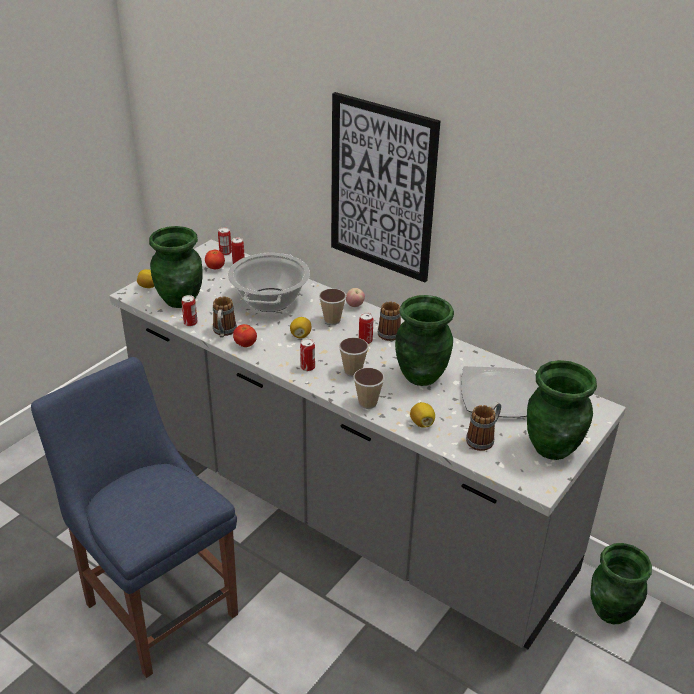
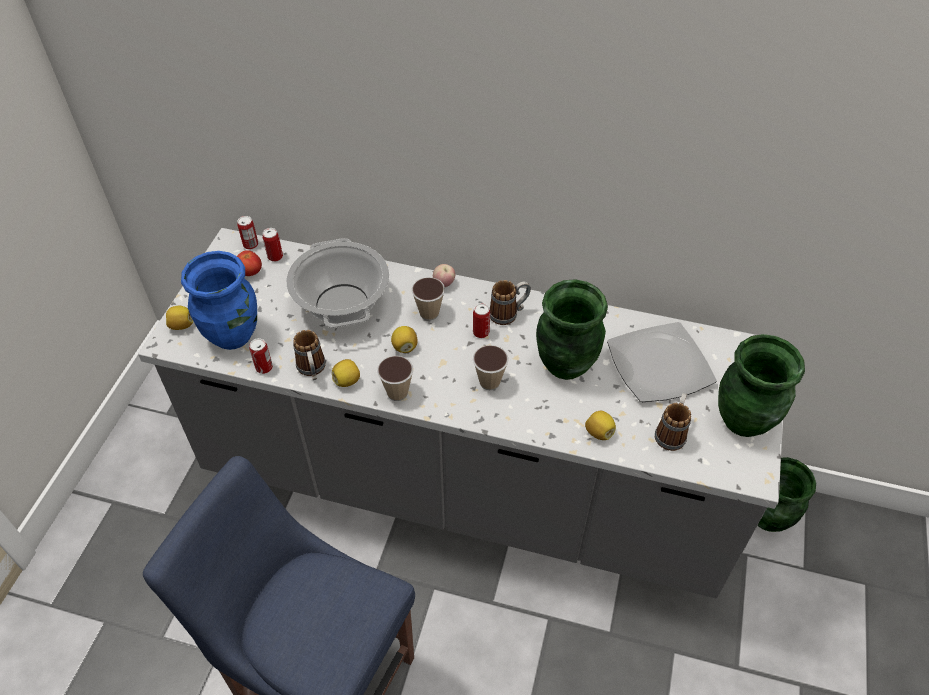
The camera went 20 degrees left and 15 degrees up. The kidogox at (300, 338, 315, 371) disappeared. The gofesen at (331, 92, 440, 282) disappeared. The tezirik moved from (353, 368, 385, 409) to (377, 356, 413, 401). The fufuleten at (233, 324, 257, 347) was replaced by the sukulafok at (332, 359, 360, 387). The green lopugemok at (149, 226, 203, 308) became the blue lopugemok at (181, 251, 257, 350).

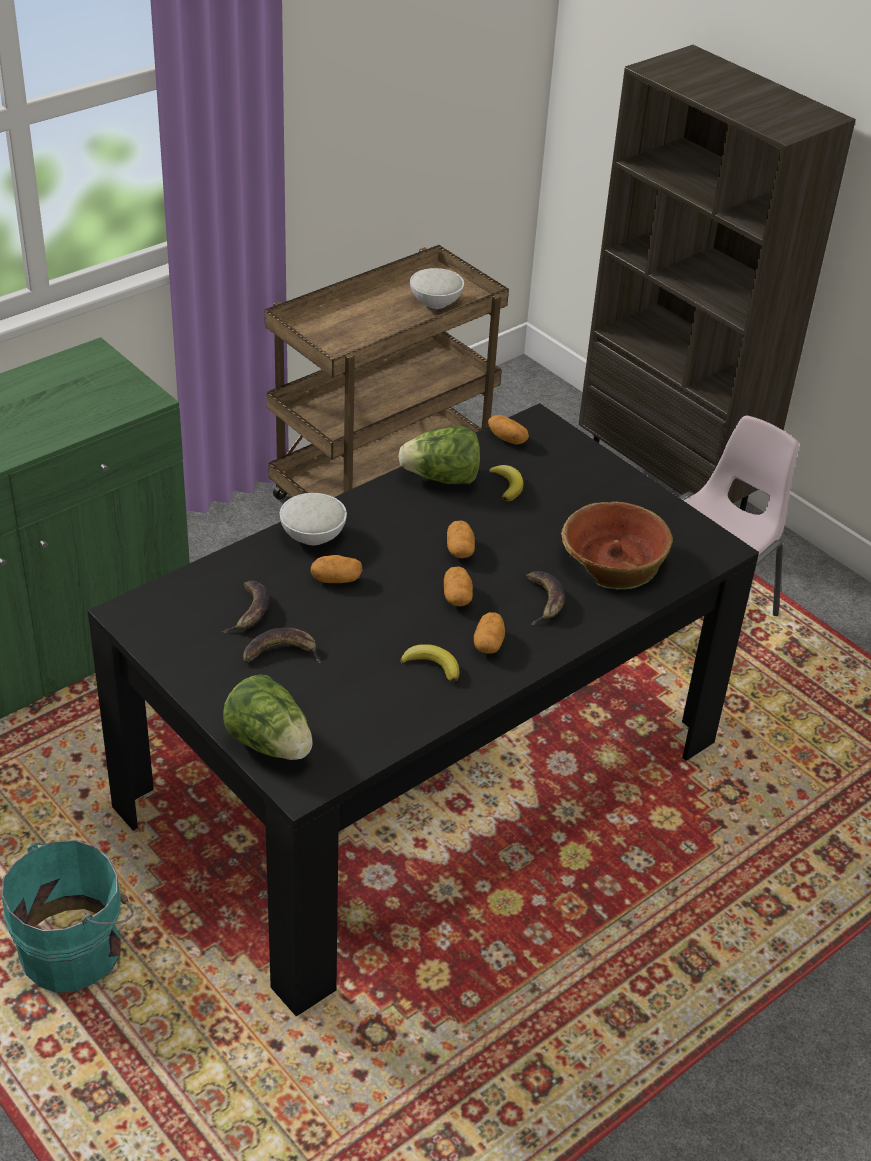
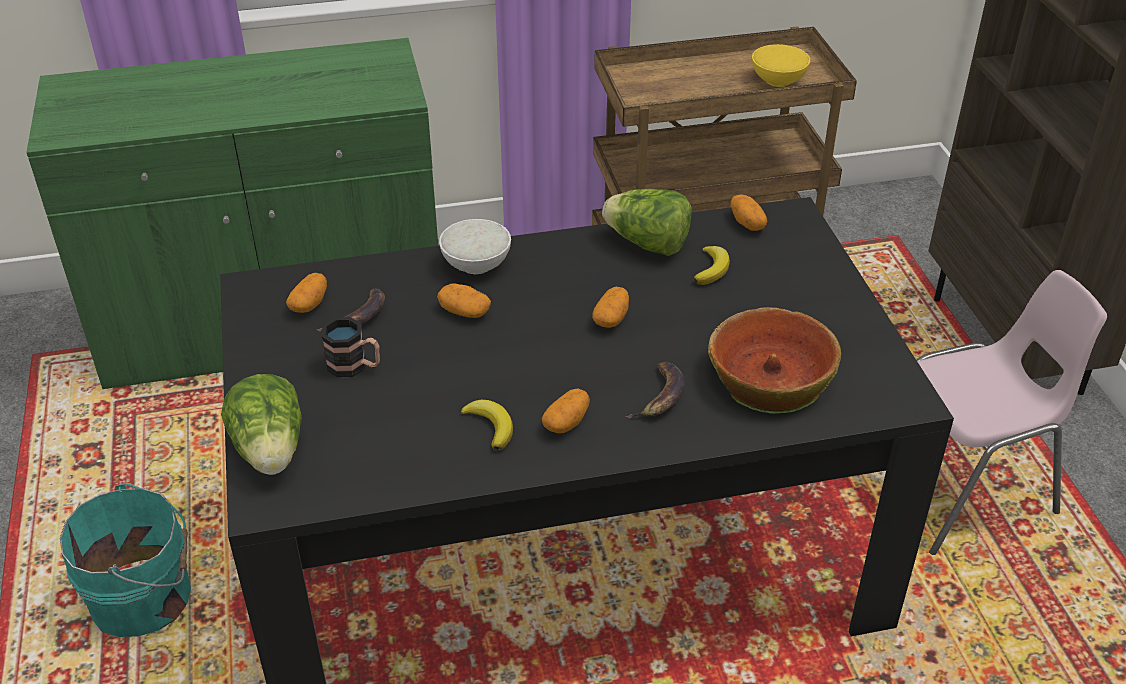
The camera went 30 degrees right and 0 degrees up. The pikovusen moved from (444, 566, 473, 606) to (286, 273, 327, 313). The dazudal at (243, 628, 321, 663) was replaced by the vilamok at (321, 317, 380, 377). The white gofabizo at (410, 268, 464, 309) became the yellow gofabizo at (752, 44, 810, 87).

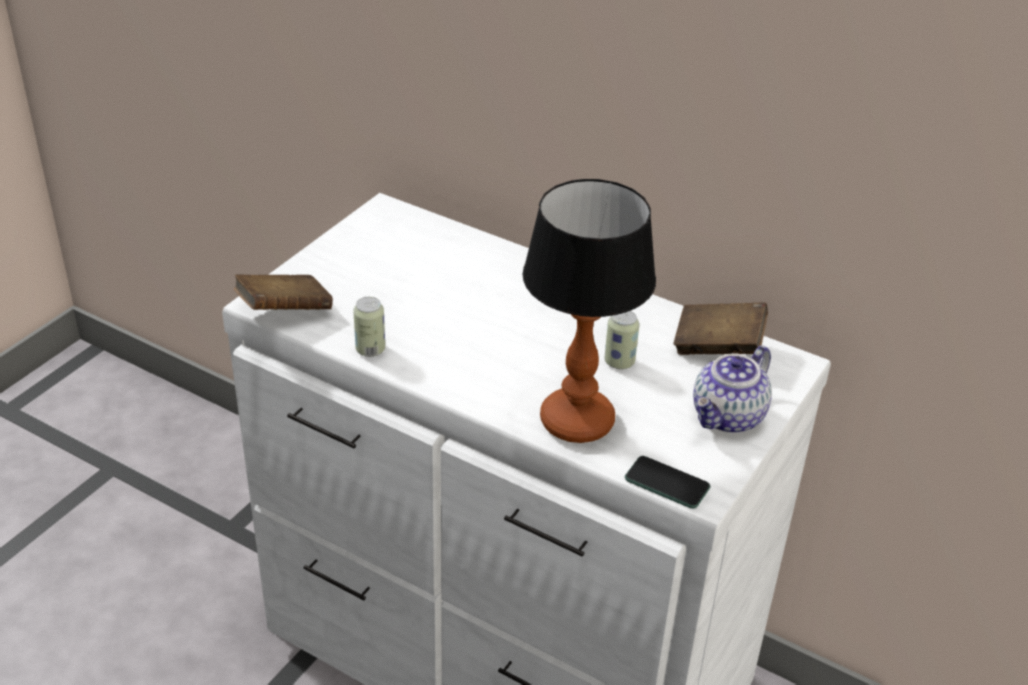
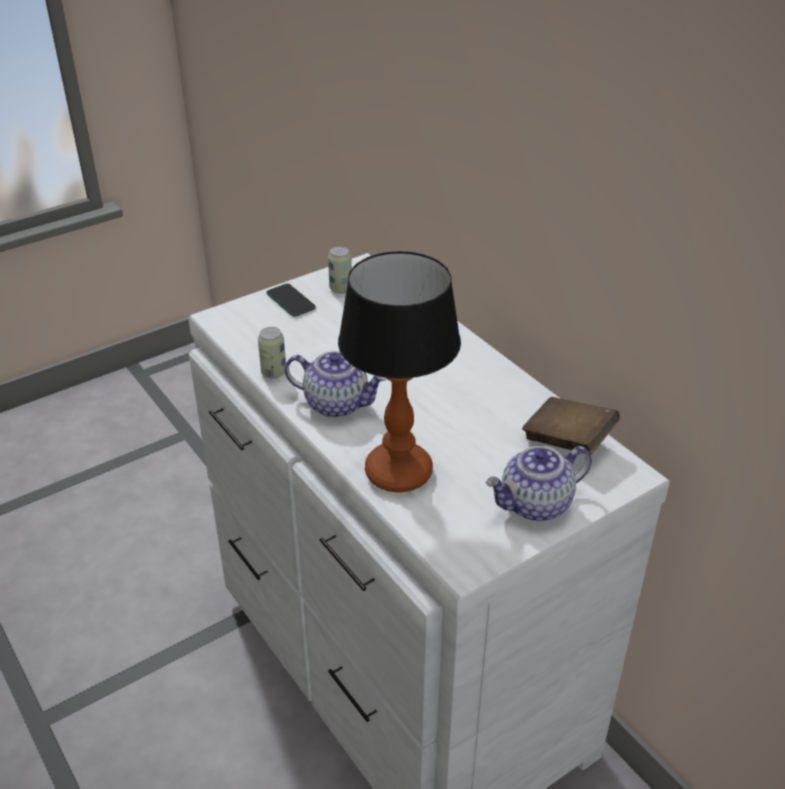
The camera went 25 degrees right and 0 degrees up. The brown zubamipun at (233, 275, 333, 310) disappeared. The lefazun at (285, 351, 386, 418) appeared. The kidogox moved from (604, 311, 639, 369) to (328, 246, 352, 293). The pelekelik moved from (625, 456, 710, 509) to (266, 284, 316, 317).

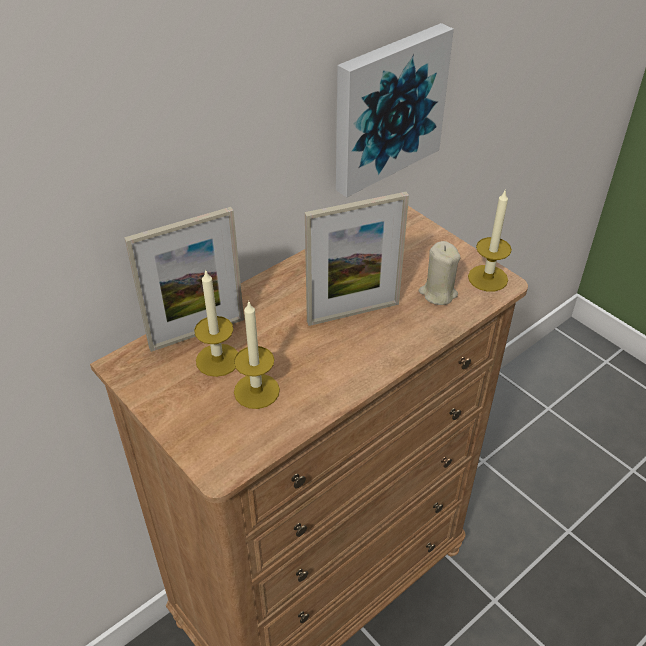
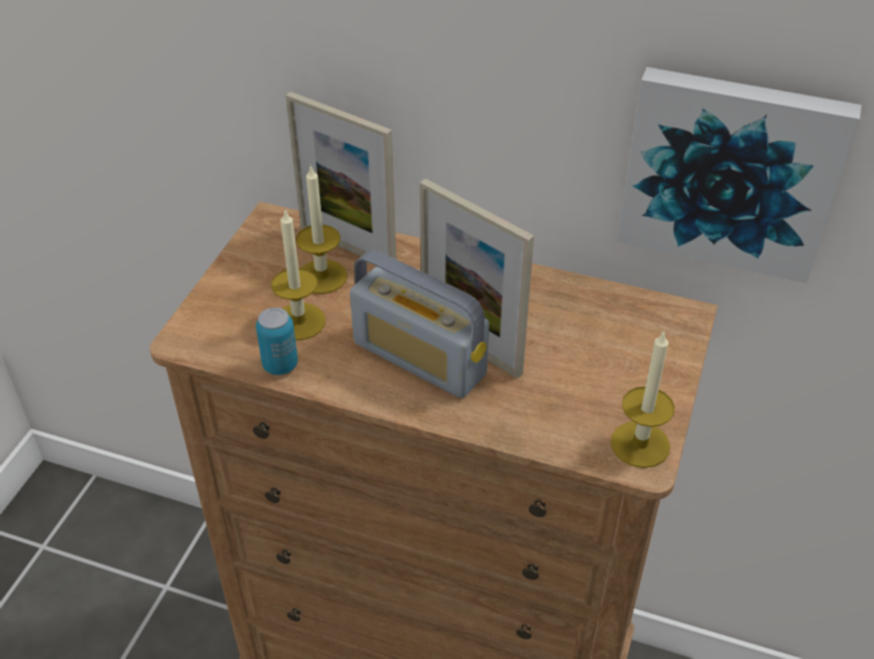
The camera went 60 degrees right and 0 degrees up. The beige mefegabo at (419, 241, 461, 305) disappeared. The kidogox at (256, 307, 298, 375) appeared. The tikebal at (350, 250, 489, 398) appeared.

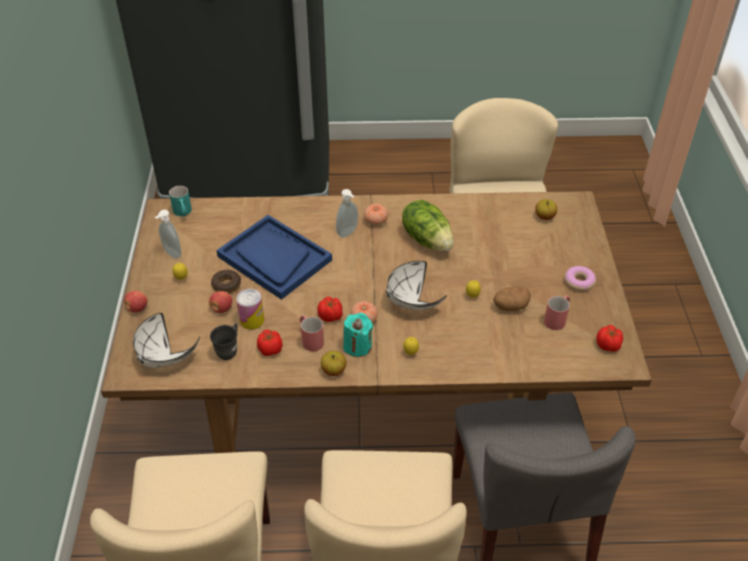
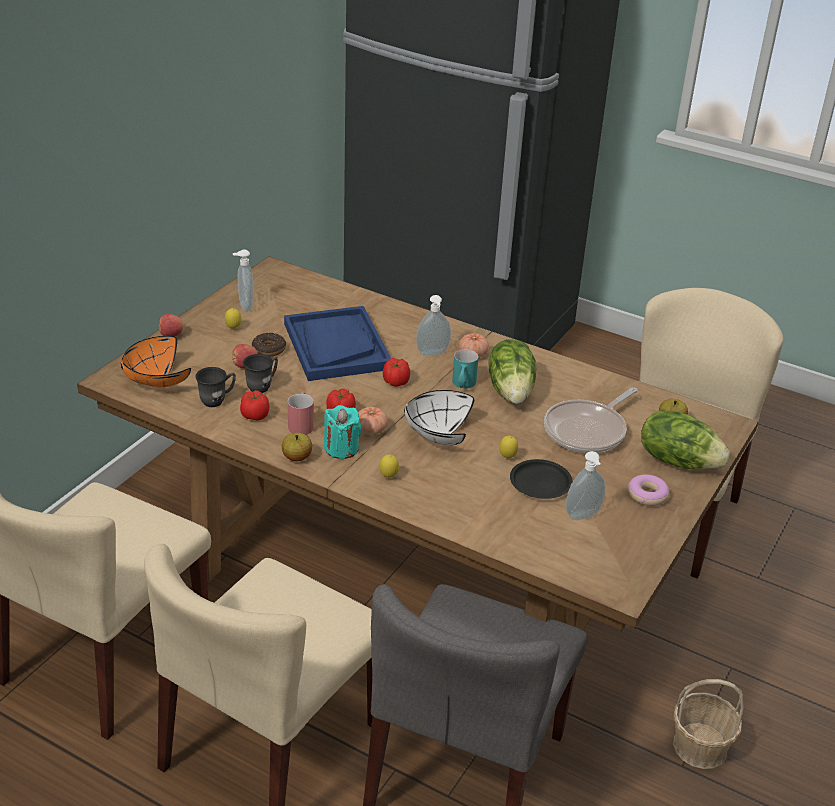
The camera went 30 degrees right and 10 degrees down. The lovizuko at (544, 387, 638, 453) appeared. The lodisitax at (641, 410, 730, 469) appeared. The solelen at (673, 679, 744, 769) appeared. The turquoise vilamok moved from (169, 186, 192, 216) to (452, 349, 479, 388). The fufuleten moved from (596, 325, 623, 352) to (383, 358, 410, 387). The kidogox at (236, 289, 265, 330) was replaced by the grey vilamok at (243, 354, 278, 393). The pikovusen at (493, 287, 530, 311) was replaced by the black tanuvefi at (510, 459, 573, 499). The red vilamok at (544, 295, 570, 330) was replaced by the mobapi at (566, 451, 606, 520). The white gofabizo at (133, 313, 200, 368) became the orange gofabizo at (120, 336, 191, 387).

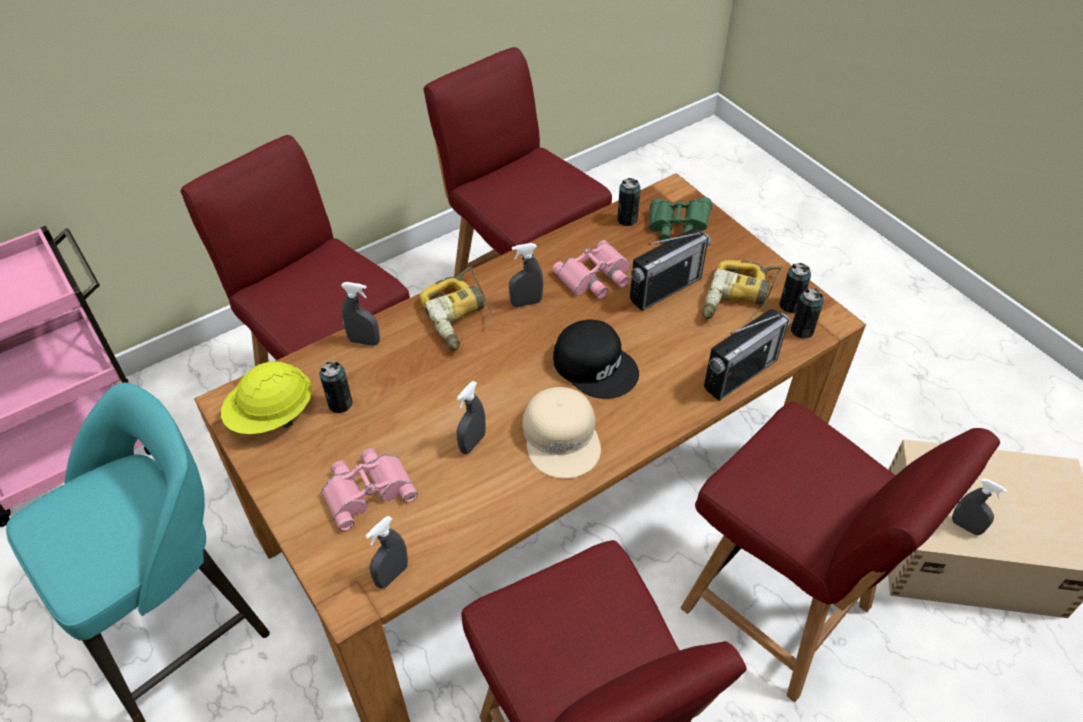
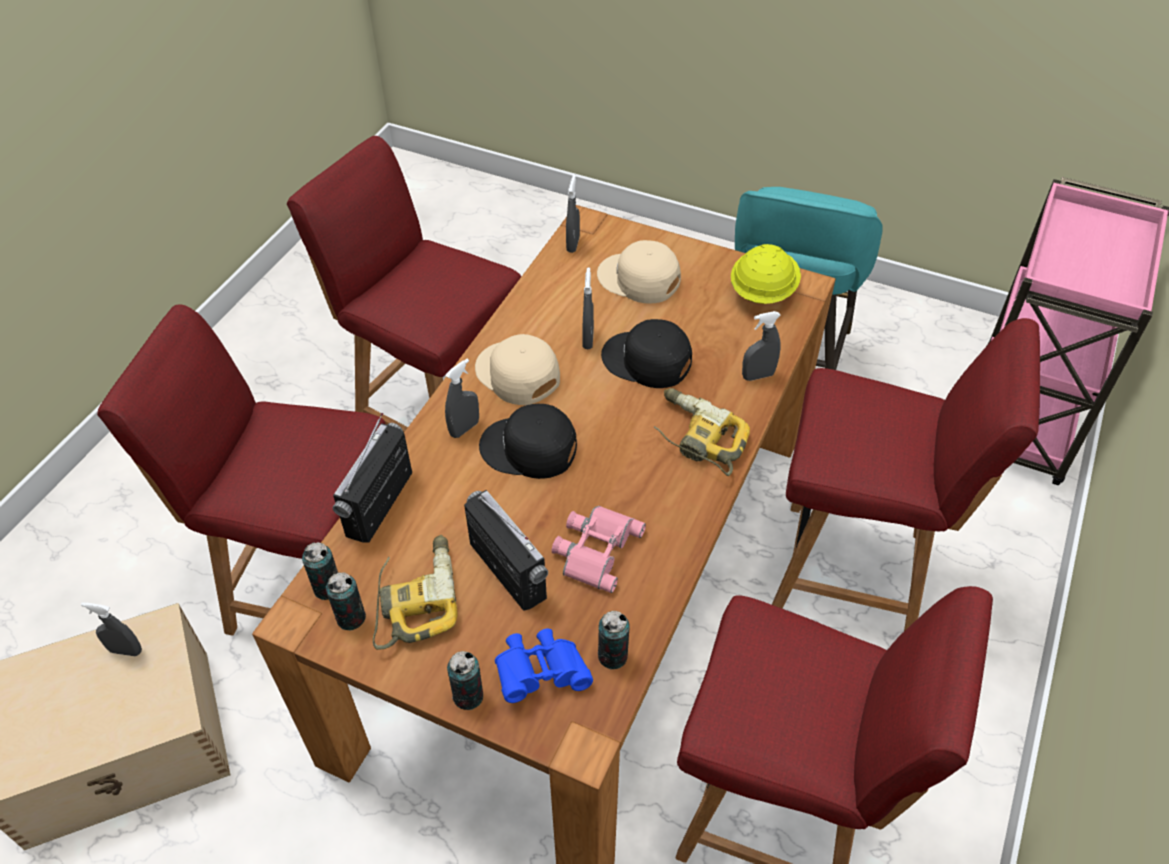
The camera went 150 degrees right and 0 degrees up. The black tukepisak at (601, 319, 692, 388) appeared. The kidogox moved from (320, 361, 353, 413) to (447, 651, 483, 710). The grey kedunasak moved from (509, 243, 543, 307) to (445, 359, 479, 438). The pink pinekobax at (321, 448, 418, 531) was replaced by the beige tukepisak at (597, 240, 681, 304). The green pinekobax at (649, 197, 712, 242) became the blue pinekobax at (495, 629, 593, 703). The tikebal at (630, 228, 711, 311) turned 120 degrees clockwise.

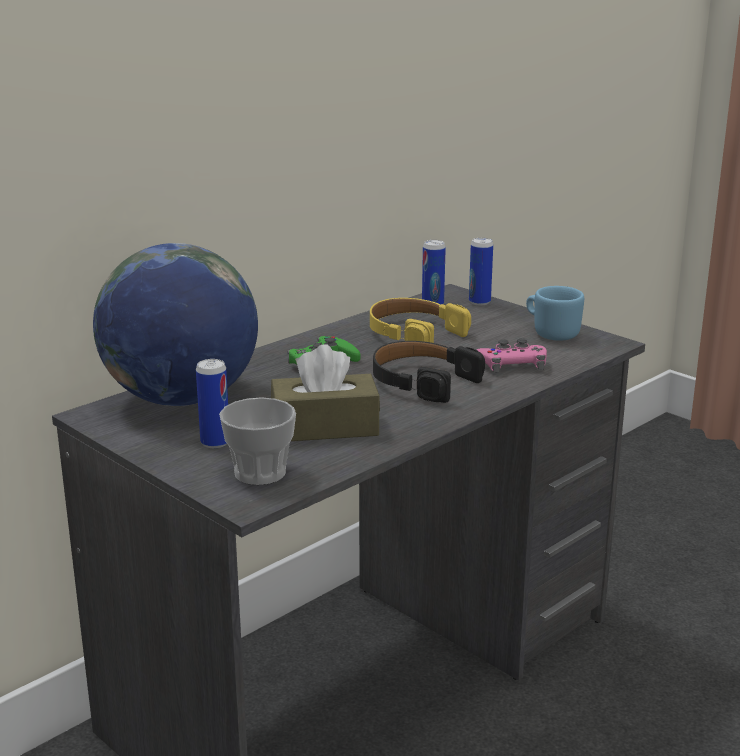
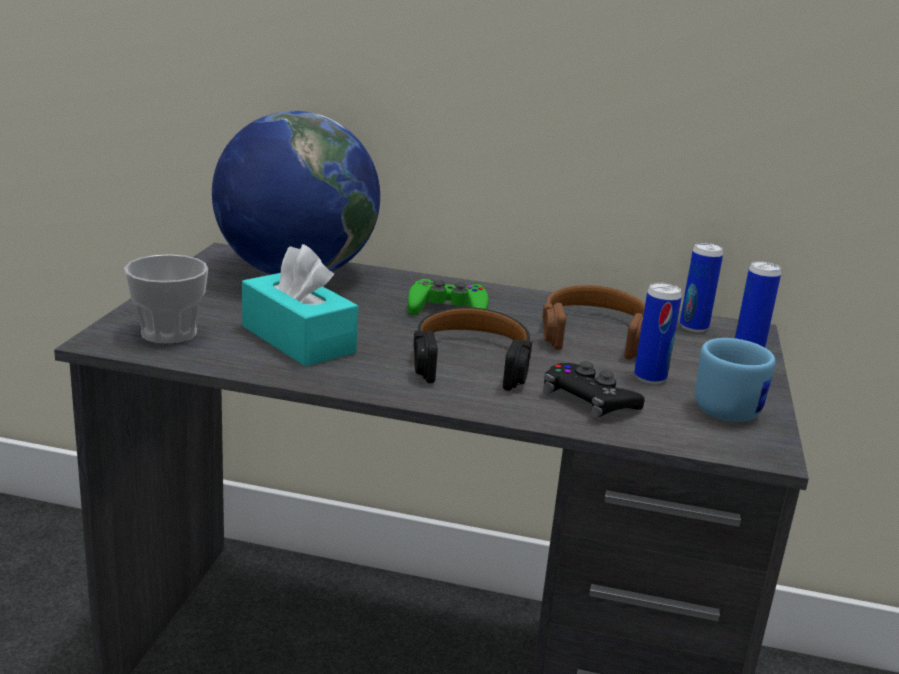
The camera went 55 degrees right and 0 degrees up. The kidogox moved from (196, 359, 228, 448) to (634, 283, 682, 384). The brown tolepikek at (271, 344, 380, 441) became the turquoise tolepikek at (242, 244, 358, 367). The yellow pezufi at (370, 298, 471, 343) became the brown pezufi at (542, 285, 645, 360). The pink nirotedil at (477, 338, 547, 373) became the black nirotedil at (543, 361, 645, 419).

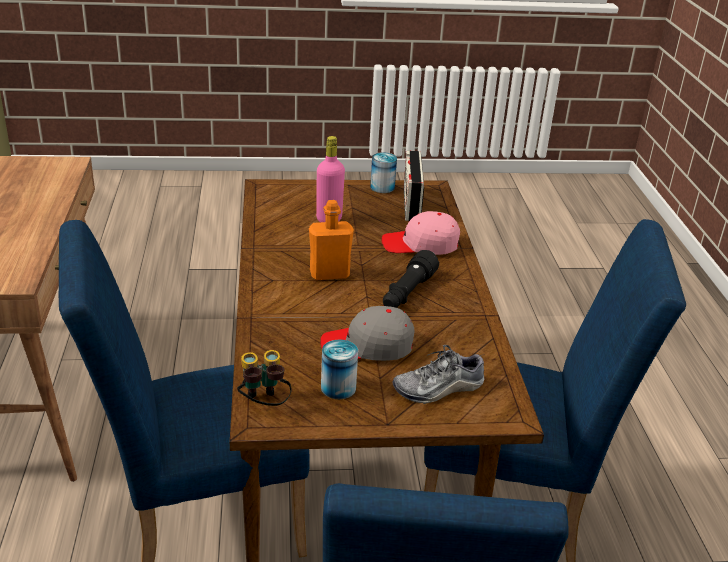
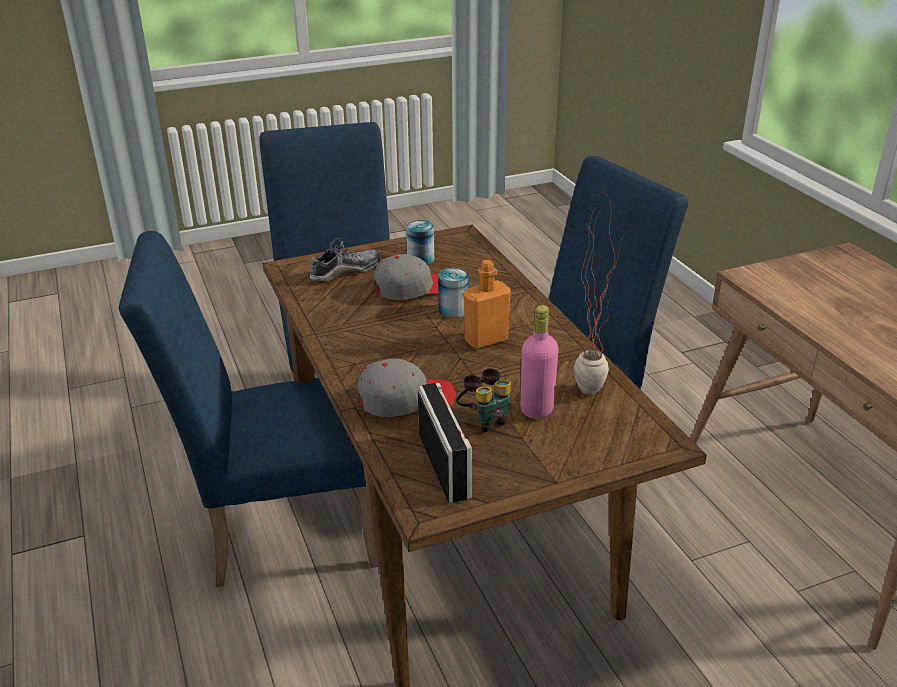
The camera went 165 degrees right and 0 degrees up. The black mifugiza at (383, 250, 439, 308) disappeared. The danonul at (574, 193, 628, 395) appeared. The pinekobax moved from (237, 350, 292, 406) to (456, 369, 511, 433). The kidogox moved from (370, 152, 397, 193) to (438, 268, 469, 318). The pink tukepisak at (382, 211, 460, 255) became the grey tukepisak at (358, 358, 456, 417).

